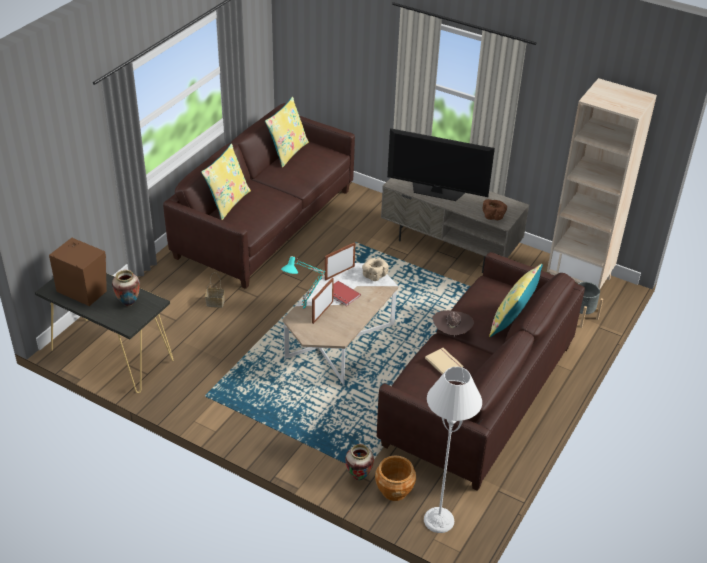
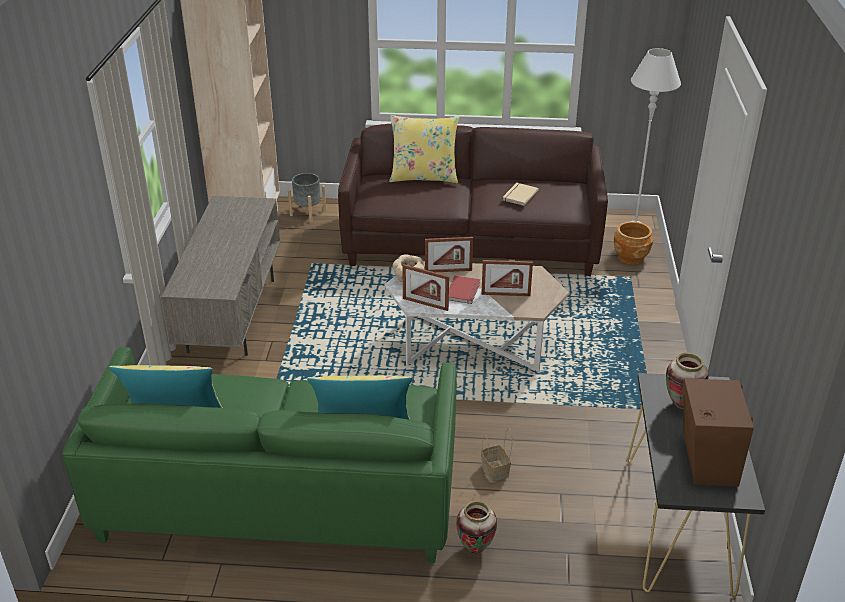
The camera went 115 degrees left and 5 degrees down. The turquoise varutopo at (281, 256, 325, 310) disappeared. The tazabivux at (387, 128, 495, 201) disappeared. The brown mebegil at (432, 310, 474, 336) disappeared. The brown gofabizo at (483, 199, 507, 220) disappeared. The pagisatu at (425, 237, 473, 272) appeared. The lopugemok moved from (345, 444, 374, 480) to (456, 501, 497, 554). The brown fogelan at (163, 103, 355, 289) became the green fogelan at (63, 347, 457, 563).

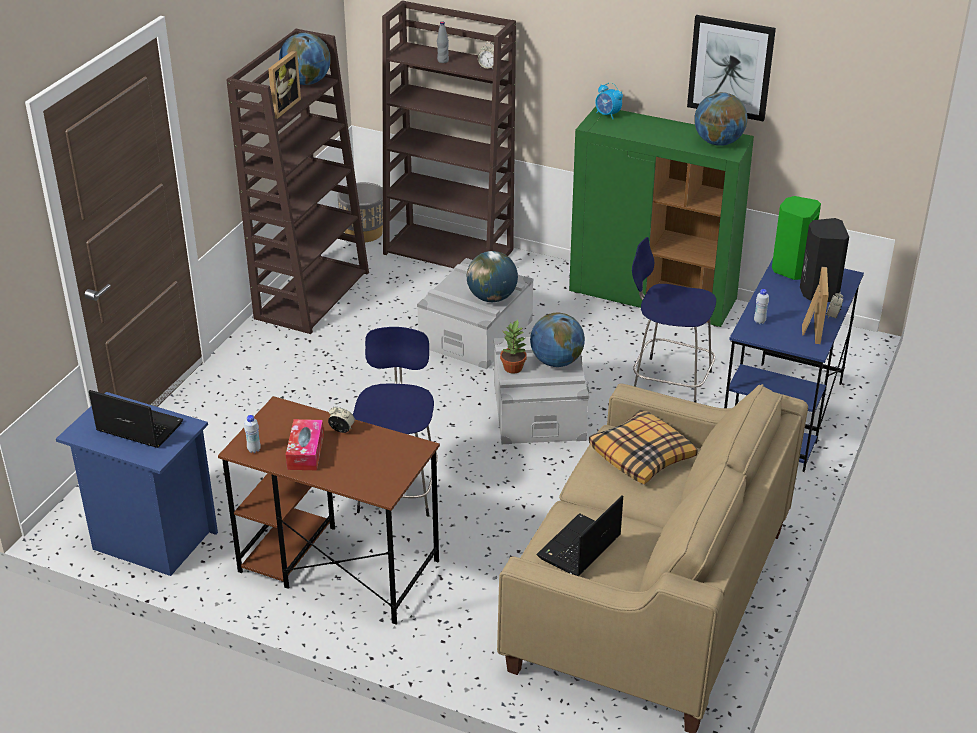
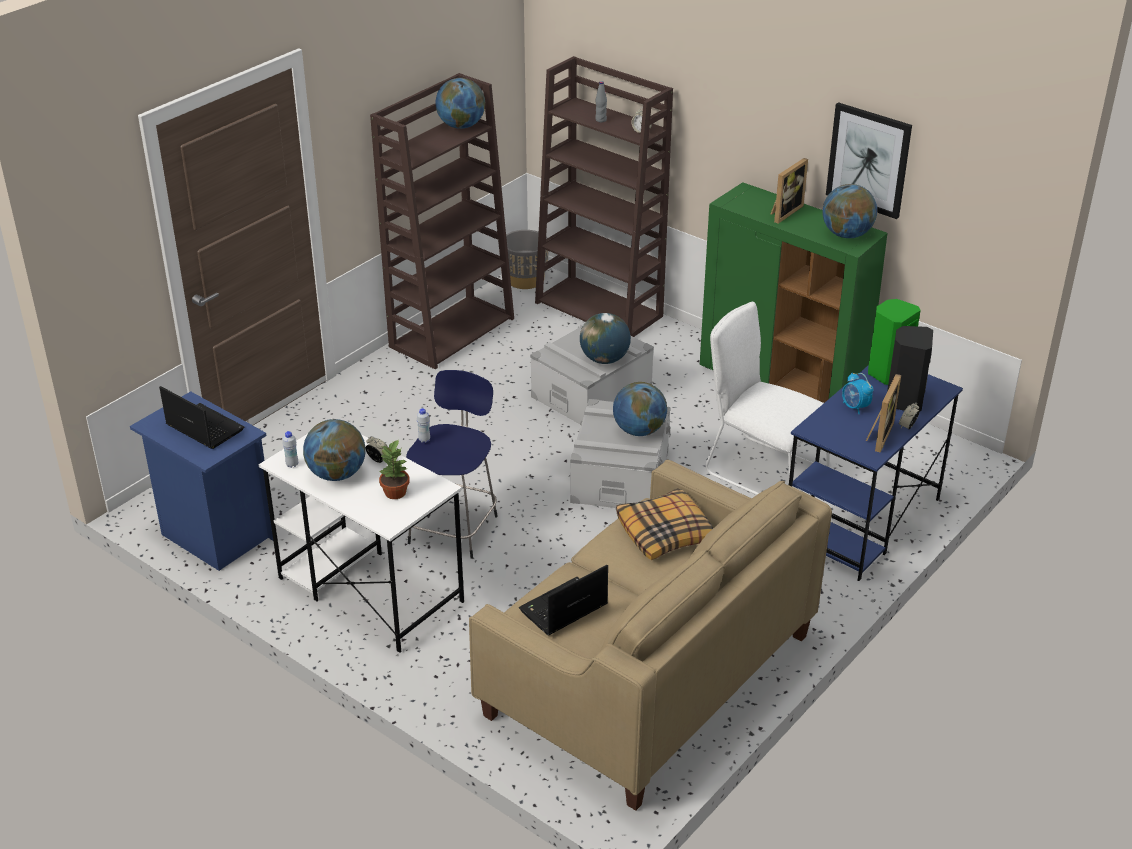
The camera went 15 degrees right and 0 degrees up. The pagisatu moved from (268, 50, 301, 119) to (771, 158, 808, 224). The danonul moved from (500, 320, 526, 374) to (379, 439, 410, 499). The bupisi moved from (595, 82, 623, 119) to (842, 373, 873, 414). The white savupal moved from (754, 289, 769, 324) to (417, 408, 430, 443). The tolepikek at (286, 419, 324, 470) was replaced by the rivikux at (303, 419, 366, 481). The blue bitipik at (632, 237, 716, 402) was replaced by the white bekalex at (706, 302, 829, 495). The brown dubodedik at (218, 396, 440, 625) became the white dubodedik at (259, 434, 464, 653).

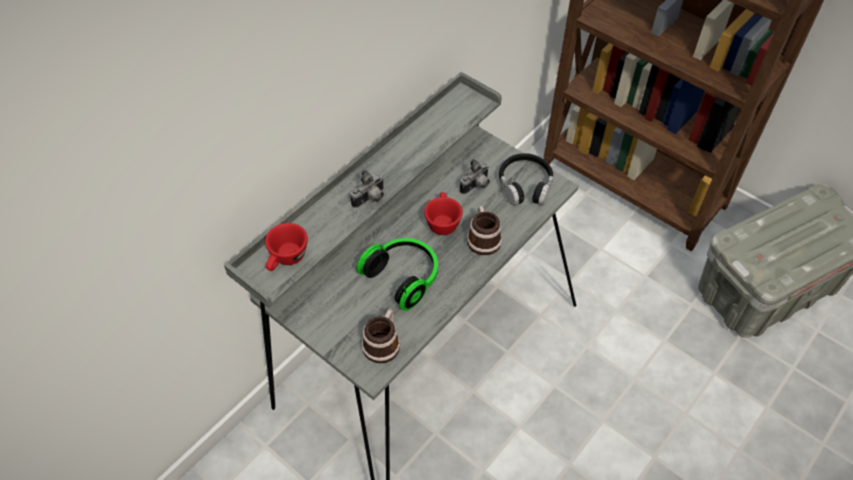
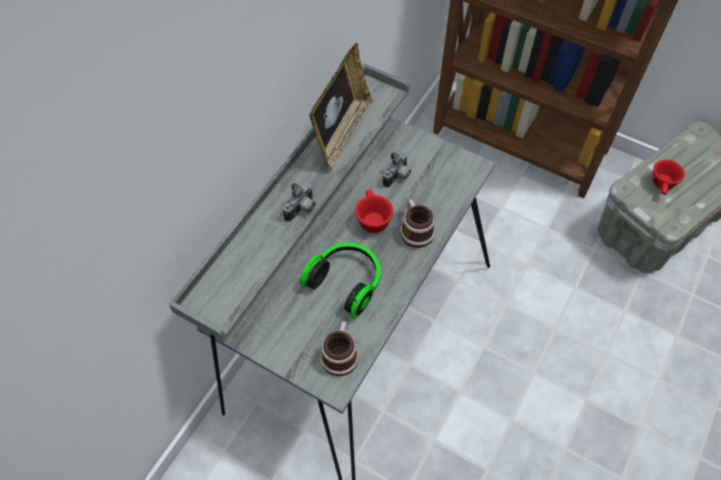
The camera went 10 degrees left and 5 degrees up. The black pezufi at (499, 153, 553, 206) disappeared. The pagisatu at (309, 43, 373, 171) appeared. The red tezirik moved from (265, 223, 308, 271) to (652, 160, 685, 195).

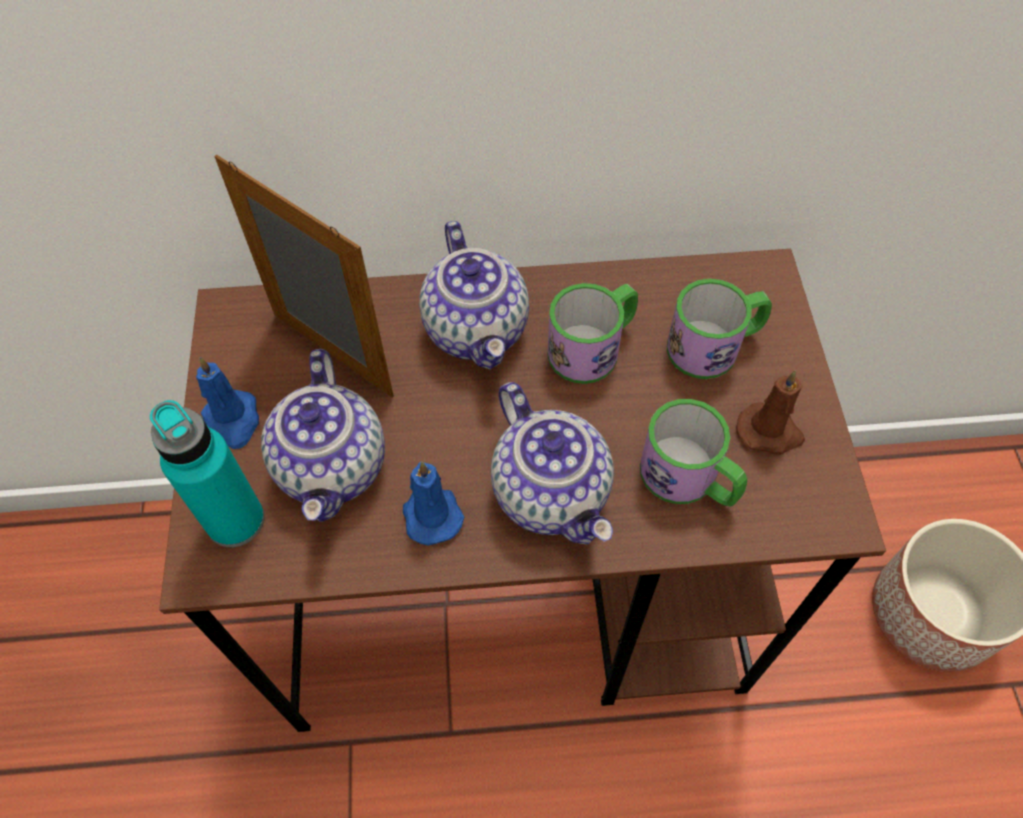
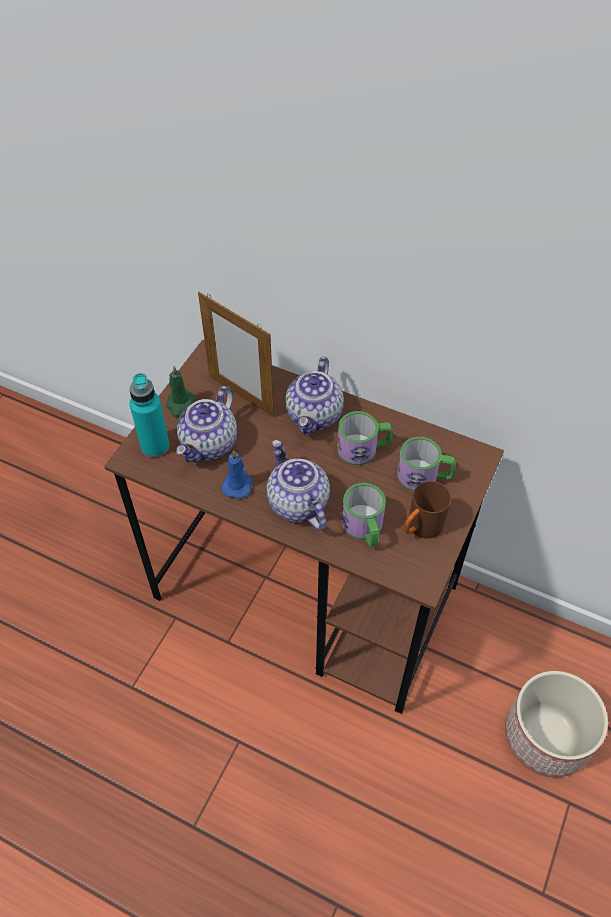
The camera went 30 degrees right and 5 degrees down. The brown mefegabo at (736, 370, 805, 455) was replaced by the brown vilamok at (404, 481, 451, 539). The blue mefegabo at (196, 357, 259, 449) became the green mefegabo at (167, 366, 196, 417). The pagisatu at (214, 155, 394, 398) turned 150 degrees clockwise. The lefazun at (491, 382, 614, 544) turned 150 degrees clockwise.

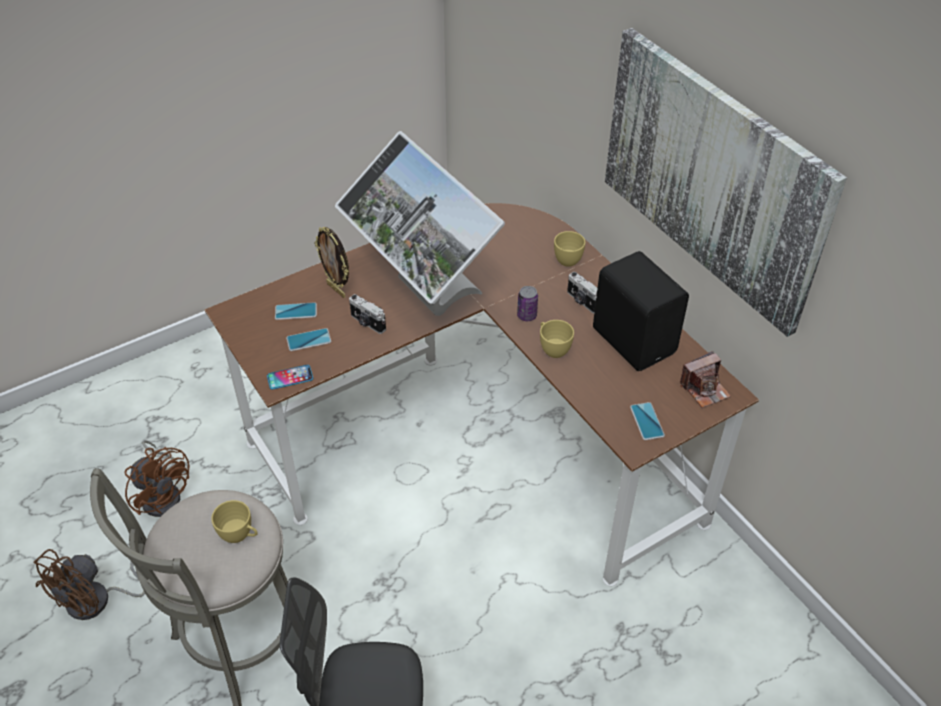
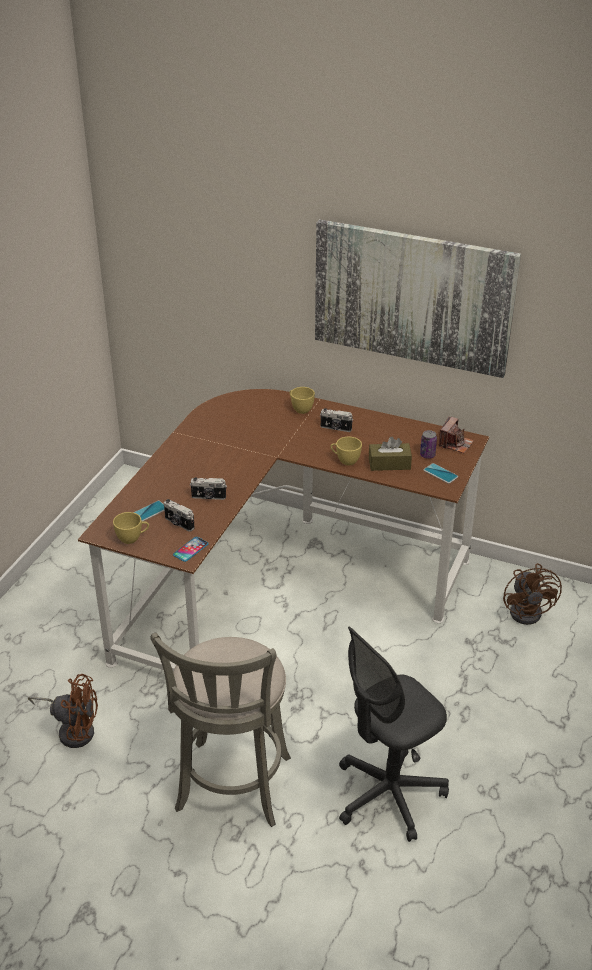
The camera went 35 degrees left and 10 degrees down. The pagisatu at (314, 227, 349, 298) disappeared. The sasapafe at (335, 131, 505, 316) disappeared. The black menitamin at (593, 251, 689, 371) disappeared. The brown tolepikek at (369, 437, 412, 471) appeared. The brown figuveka moved from (33, 549, 145, 620) to (503, 563, 562, 625). The yellow tezirik moved from (211, 500, 258, 543) to (113, 512, 149, 544). The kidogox moved from (517, 286, 538, 321) to (420, 430, 437, 459). The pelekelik at (286, 328, 331, 351) was replaced by the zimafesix at (164, 499, 195, 532).

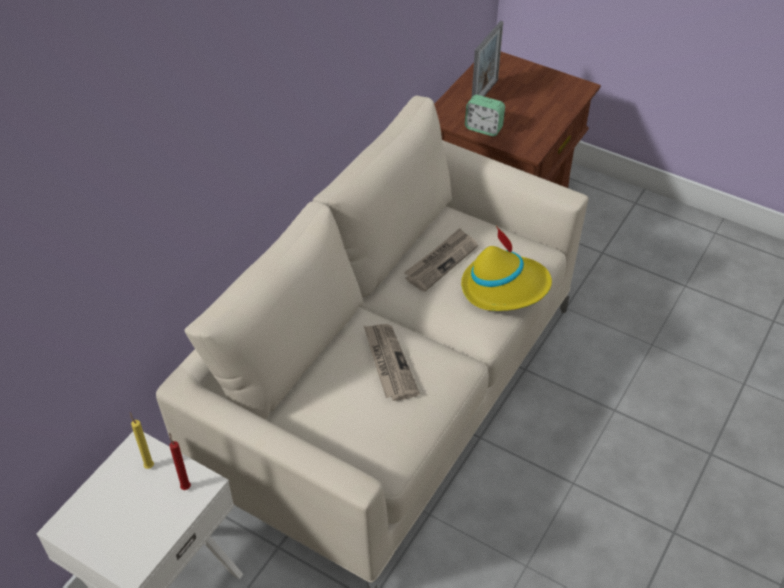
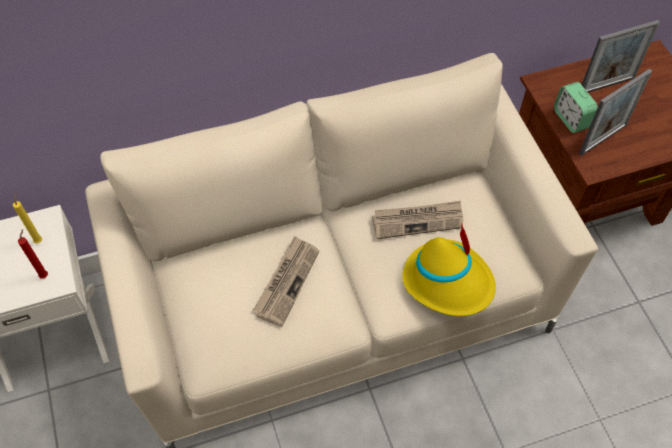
The camera went 40 degrees right and 10 degrees up. The pagisatu at (579, 69, 652, 156) appeared.

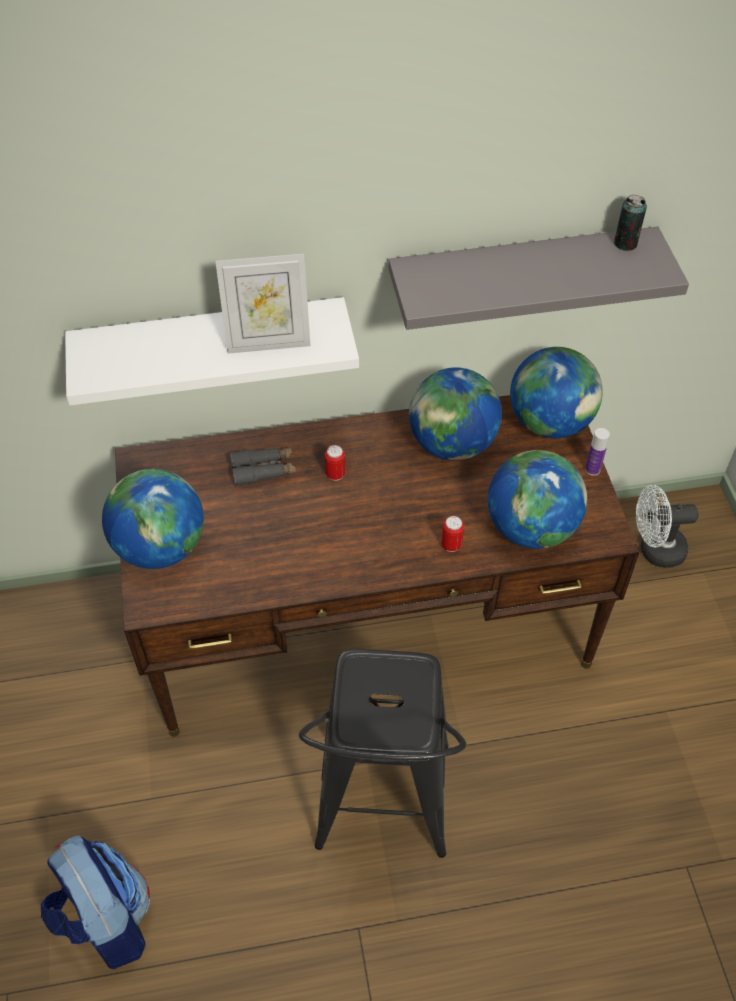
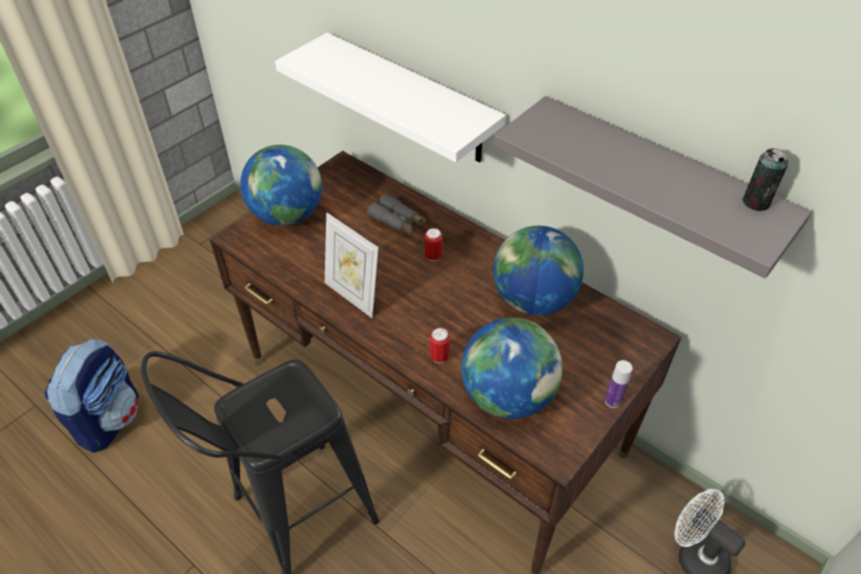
The camera went 50 degrees right and 5 degrees down. The rivikux at (510, 347, 603, 438) disappeared. The pagisatu moved from (215, 254, 310, 354) to (325, 213, 379, 318).

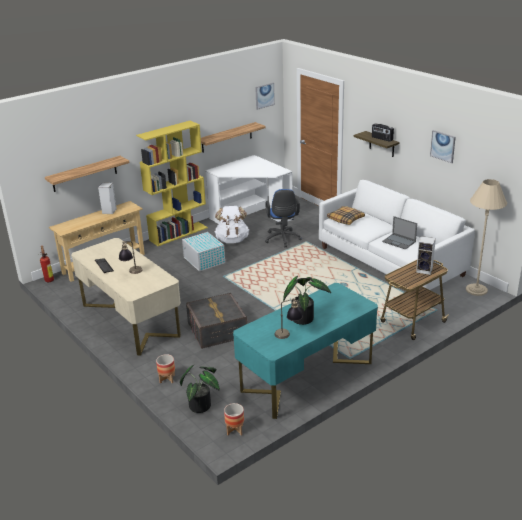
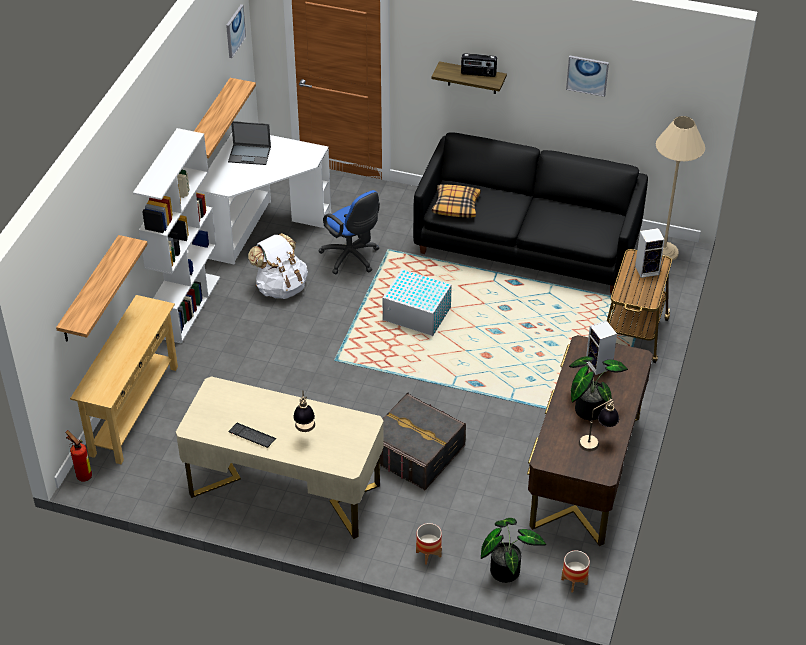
The camera went 35 degrees left and 15 degrees up. The menitamin moved from (98, 182, 117, 214) to (586, 320, 617, 375). The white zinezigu moved from (182, 232, 225, 271) to (382, 269, 452, 337). The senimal moved from (382, 216, 417, 250) to (228, 121, 271, 165). The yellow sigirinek at (136, 121, 208, 246) became the white sigirinek at (133, 128, 220, 344). The turquoise dubodedik at (233, 283, 378, 419) became the brown dubodedik at (527, 335, 653, 546). The white fogelan at (319, 180, 475, 290) became the black fogelan at (413, 132, 648, 293).

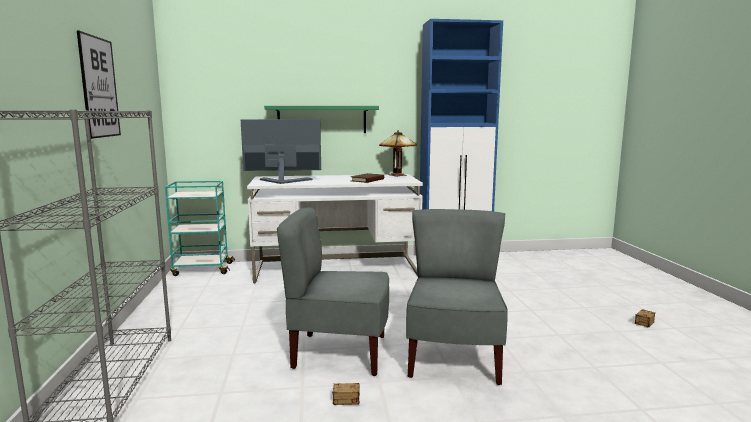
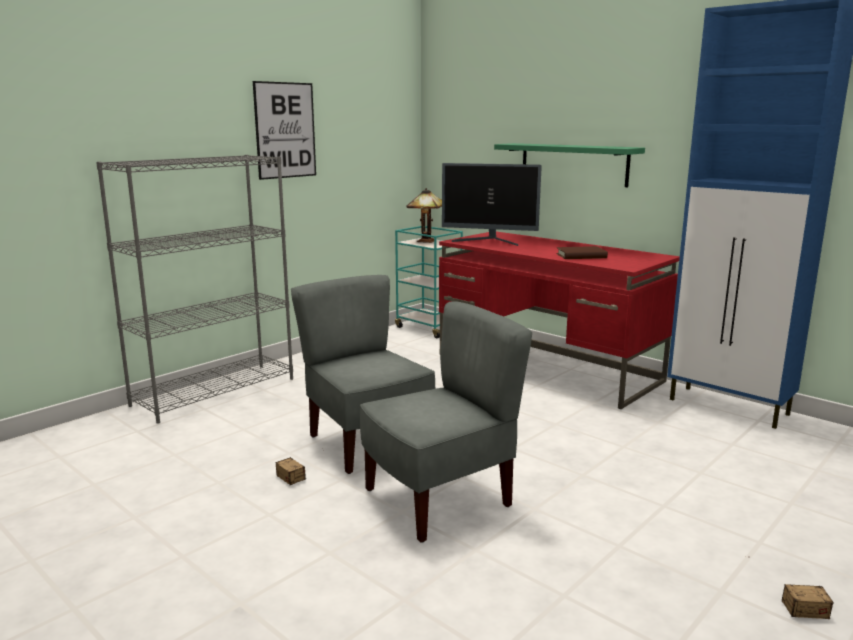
The camera went 50 degrees right and 5 degrees up. The varutopo moved from (379, 130, 417, 177) to (406, 188, 442, 243). The white dubodedik at (247, 174, 423, 283) became the red dubodedik at (439, 232, 680, 409). The sasapafe at (241, 119, 321, 184) turned 150 degrees clockwise.

